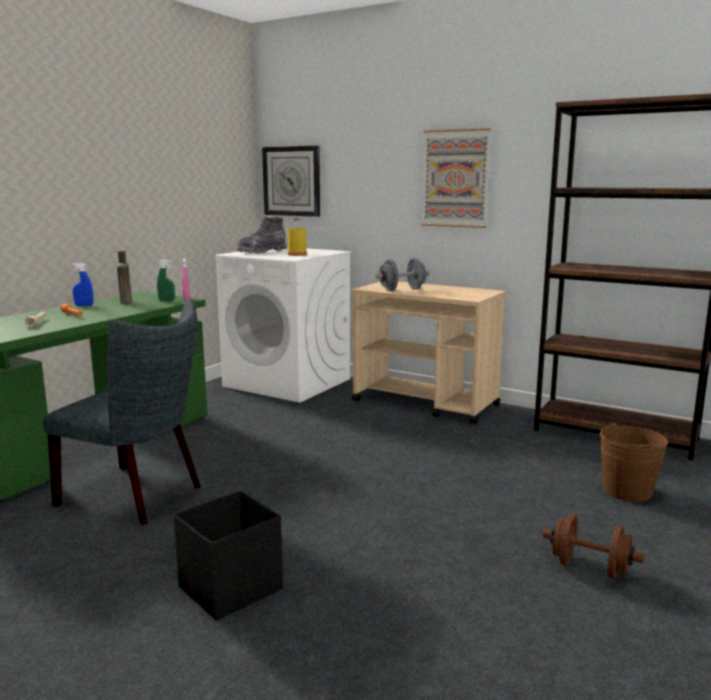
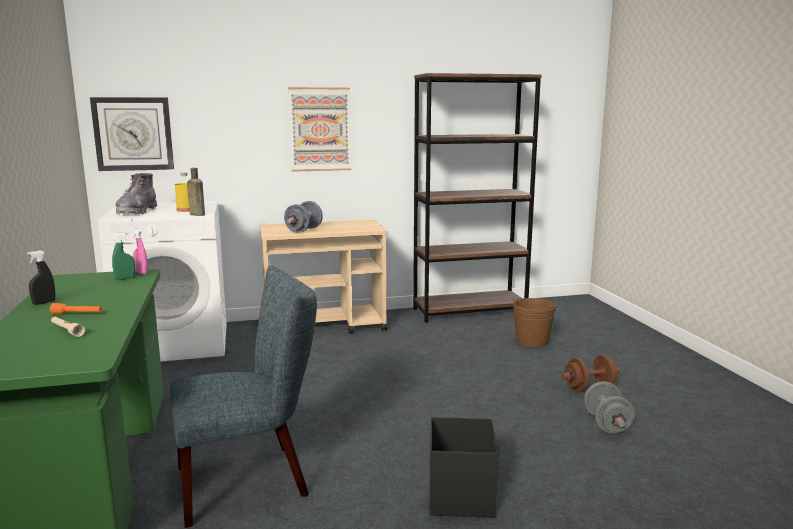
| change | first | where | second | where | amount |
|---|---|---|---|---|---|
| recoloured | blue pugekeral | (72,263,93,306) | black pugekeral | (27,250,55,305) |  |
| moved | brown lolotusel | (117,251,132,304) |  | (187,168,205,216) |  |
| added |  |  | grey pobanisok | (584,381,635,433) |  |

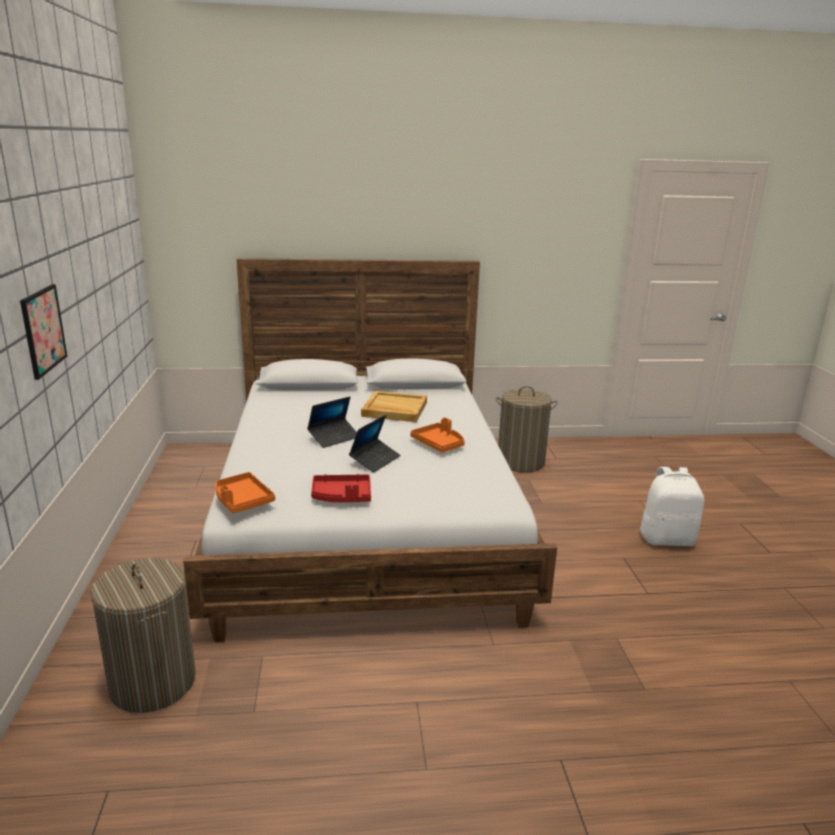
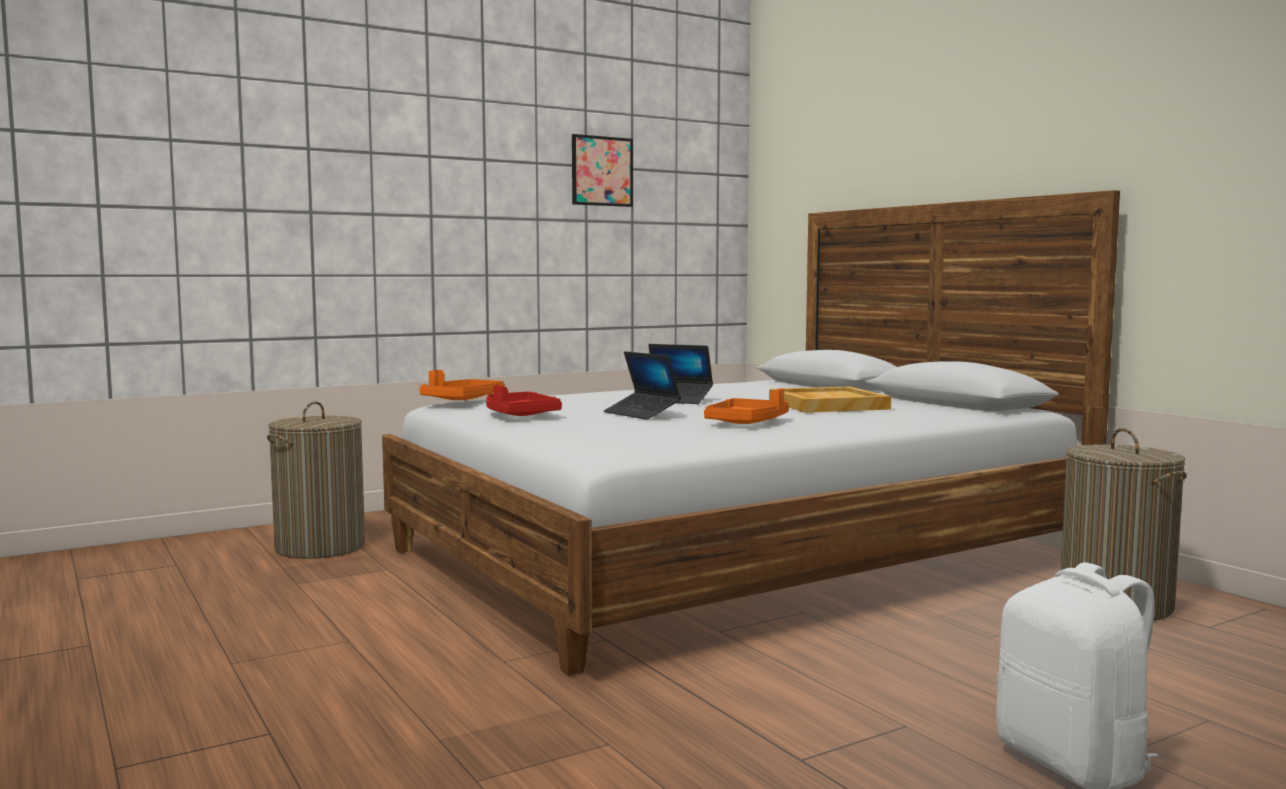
| change | first | where | second | where | amount |
|---|---|---|---|---|---|
| moved | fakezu | (20,284,67,380) |  | (572,134,633,207) |  |
| turned | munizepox | (349,415,400,473) |  | (604,351,681,420) | 45 degrees clockwise |

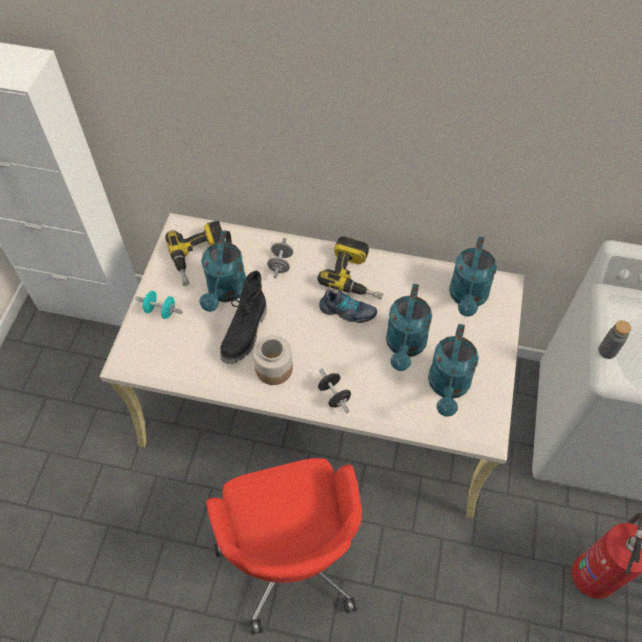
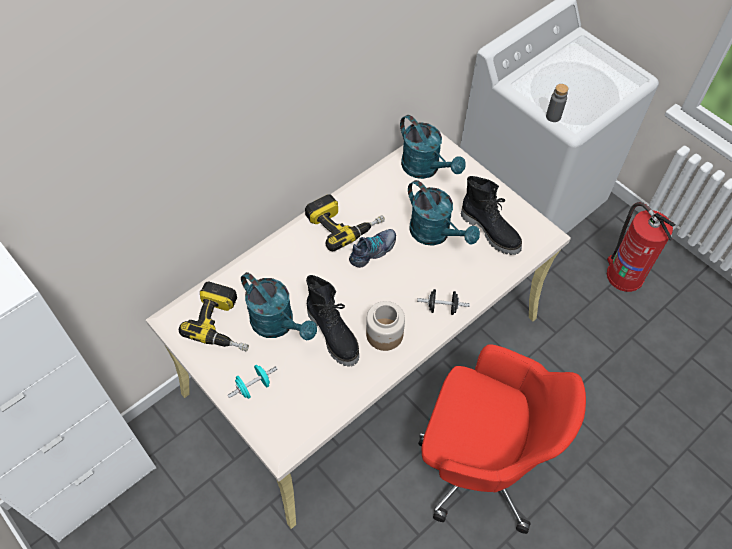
| change | first | where | second | where | amount |
|---|---|---|---|---|---|
| replaced | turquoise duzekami | (428,324,479,416) | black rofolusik | (461,176,522,255) |  |
| removed | grey pobanisok | (267,238,293,278) |  |  |  |

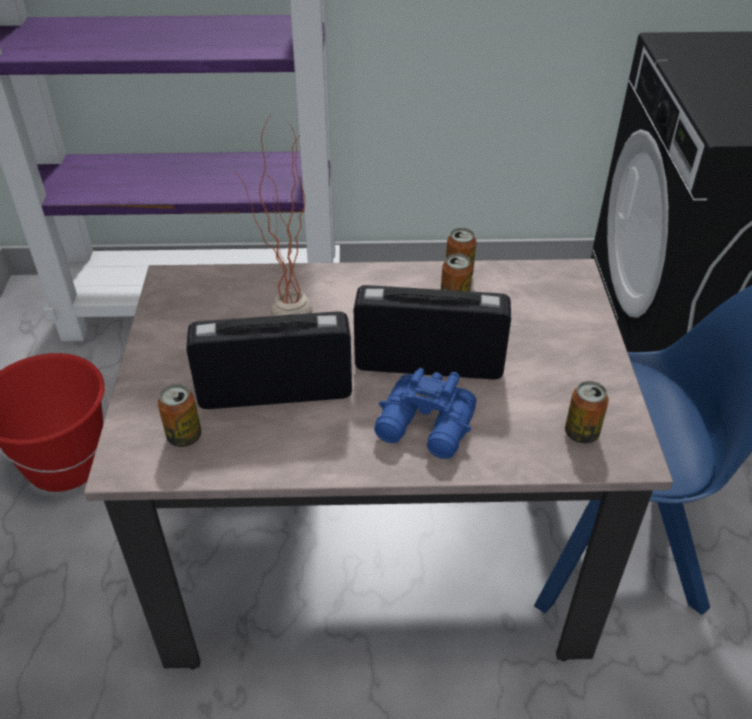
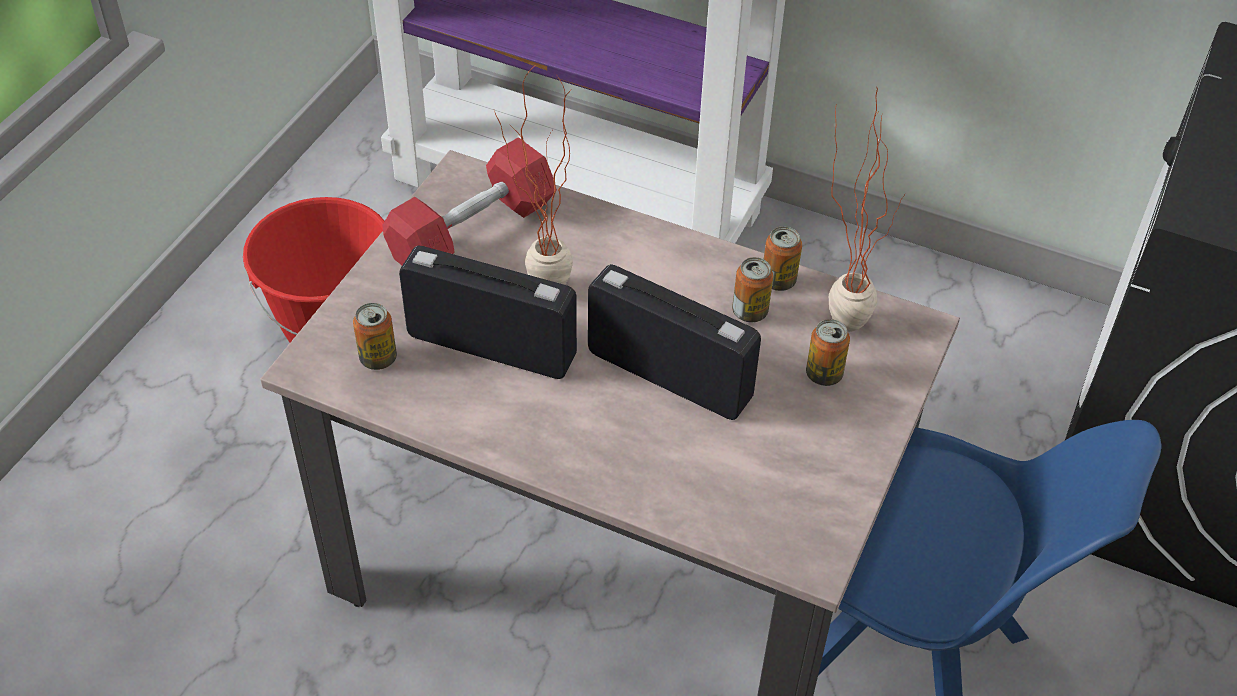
| change | first | where | second | where | amount |
|---|---|---|---|---|---|
| added |  |  | red pobanisok | (382,137,557,265) |  |
| moved | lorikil | (565,381,609,444) |  | (806,319,850,386) |  |
| added |  |  | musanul | (829,86,905,332) |  |
| removed | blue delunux | (374,368,476,459) |  |  |  |

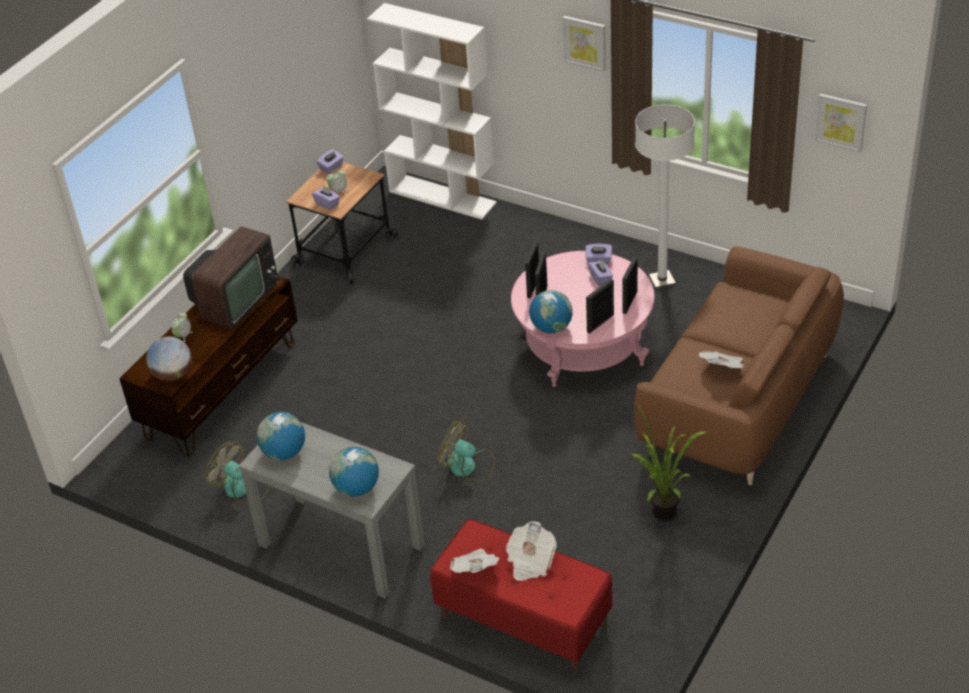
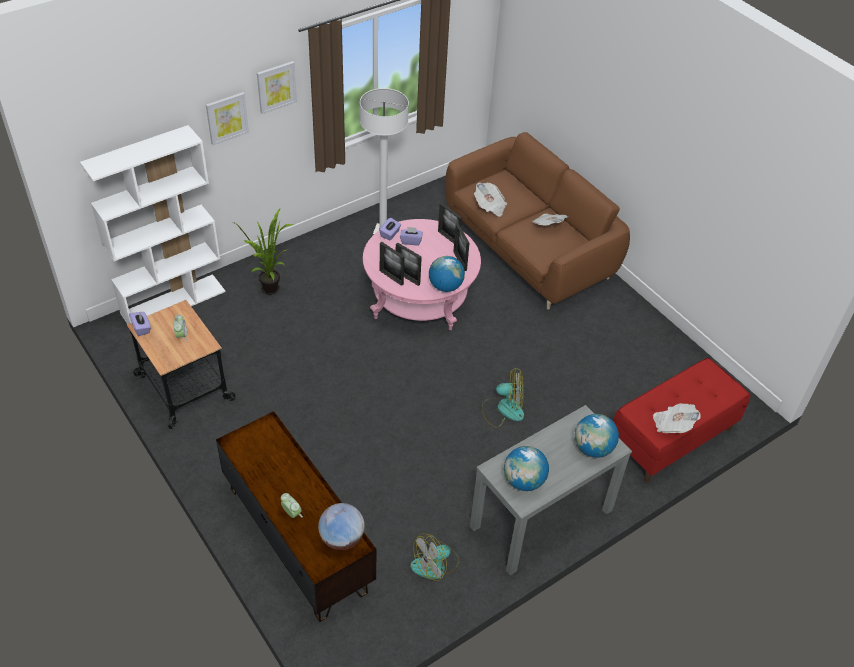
| change | first | where | second | where | amount |
|---|---|---|---|---|---|
| moved | fakezu | (815,93,867,153) |  | (206,92,249,145) |  |
| moved | musanul | (631,402,708,522) |  | (233,209,293,295) |  |
| moved | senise | (506,521,557,581) |  | (474,182,507,217) |  |
| turned | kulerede | (438,421,495,481) |  | (482,368,524,428) | 135 degrees counterclockwise |
| removed | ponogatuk | (183,226,279,329) |  |  |  |
| removed | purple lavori | (312,185,340,210) |  |  |  |

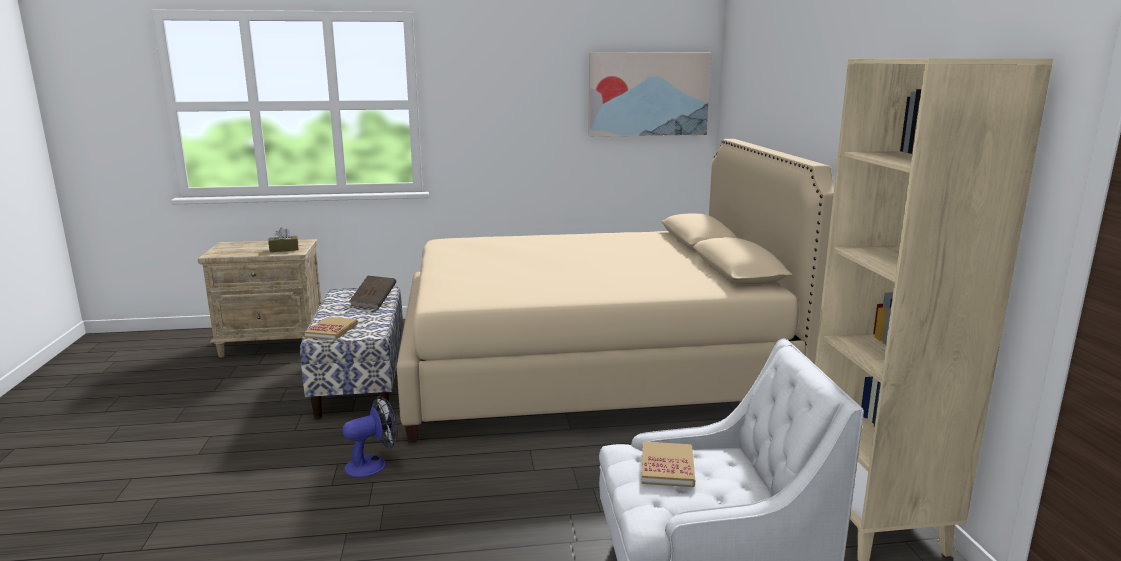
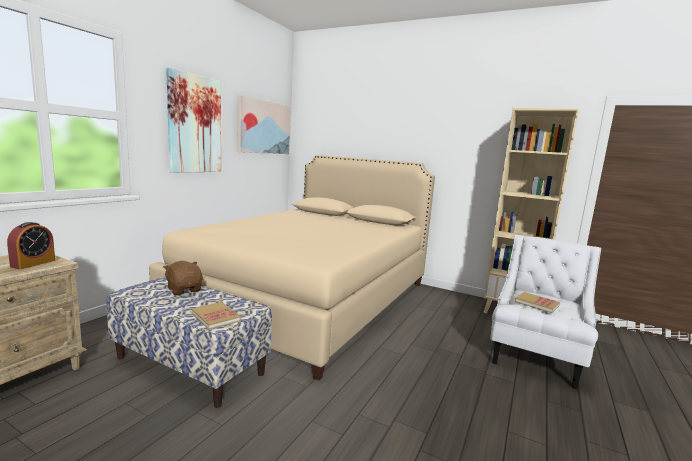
| change | first | where | second | where | amount |
|---|---|---|---|---|---|
| replaced | brown lavori | (268,227,298,252) | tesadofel | (7,222,55,269) |  |
| replaced | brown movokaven | (350,276,396,309) | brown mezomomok | (163,261,203,295) |  |
| added |  |  | fakezu | (166,68,221,173) |  |
| removed | kulerede | (343,396,398,477) |  |  |  |

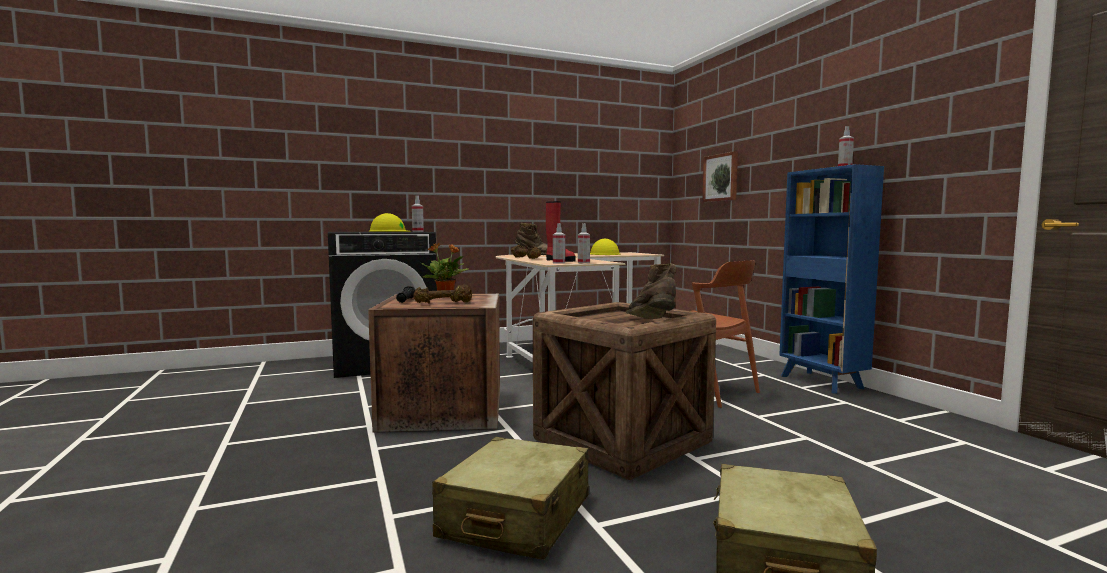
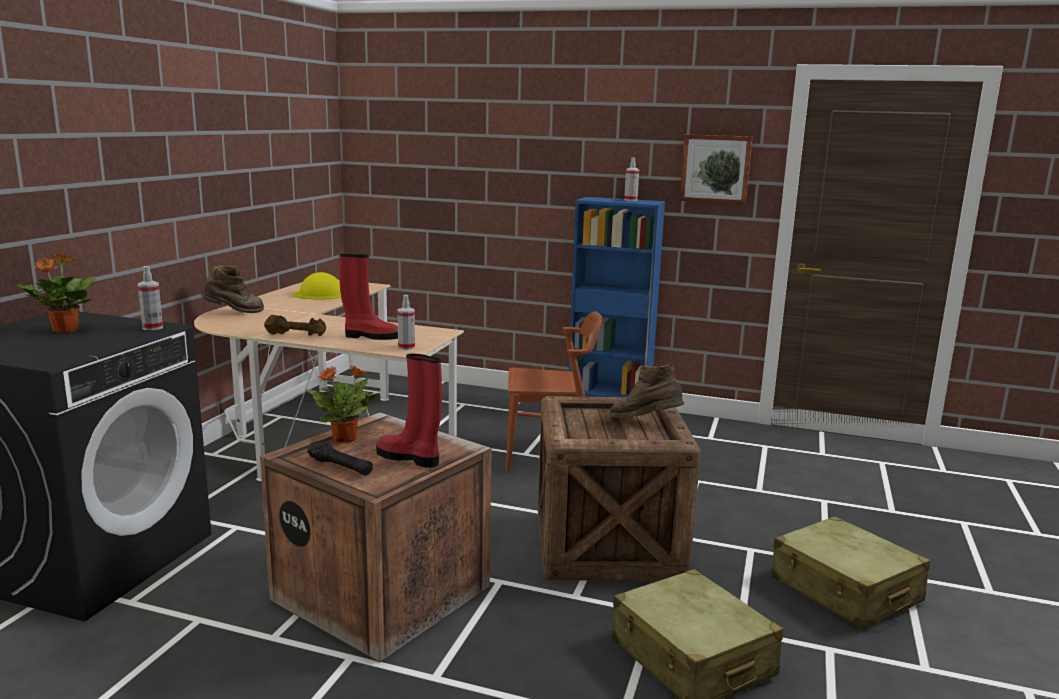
| change | first | where | second | where | amount |
|---|---|---|---|---|---|
| replaced | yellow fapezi | (368,213,411,232) | musanul | (16,253,96,333) |  |
| replaced | brown pobanisok | (413,285,472,304) | red rofolusik | (376,354,442,468) |  |
| moved | fakezu | (702,151,738,202) |  | (679,134,753,205) |  |
| removed | pugekeral | (578,223,590,263) |  |  |  |

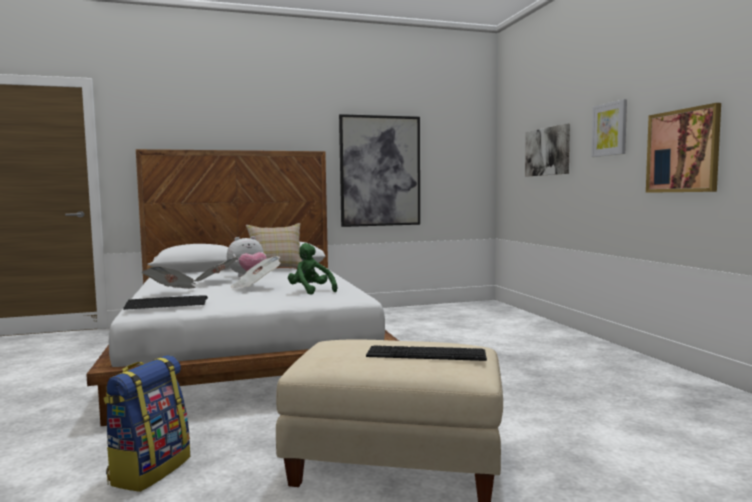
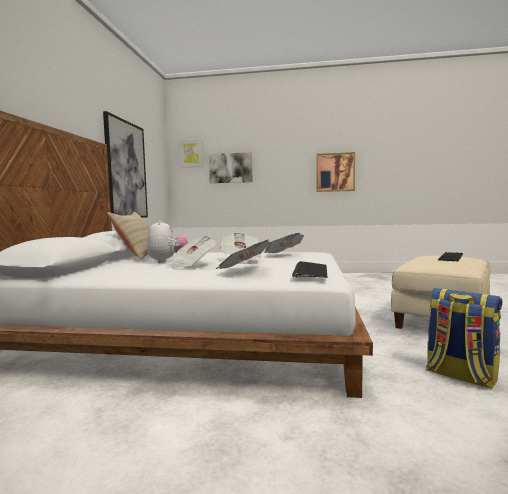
| change | first | where | second | where | amount |
|---|---|---|---|---|---|
| moved | fakezu | (591,99,627,157) |  | (179,139,203,168) |  |
| replaced | green mezomomok | (288,243,337,295) | senise | (264,233,304,253) |  |

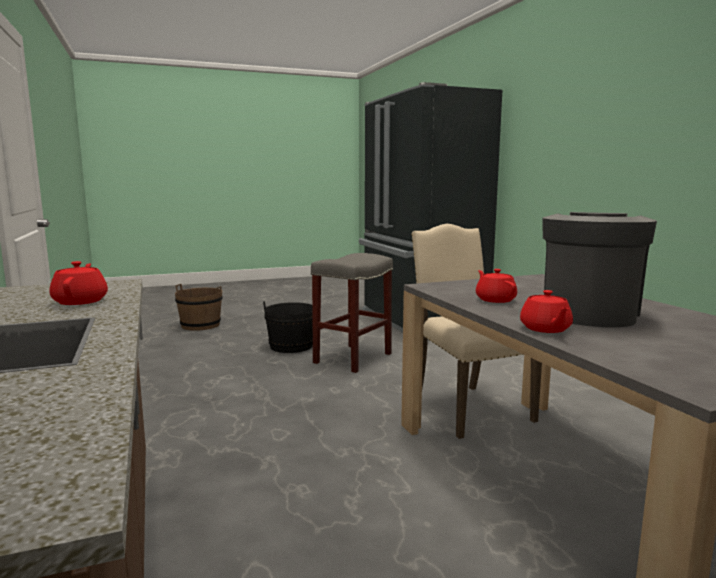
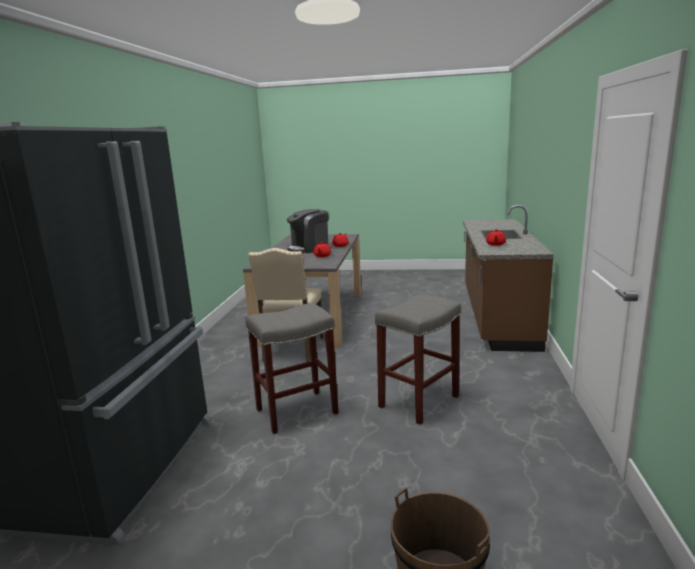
| change | first | where | second | where | amount |
|---|---|---|---|---|---|
| added |  |  | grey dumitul | (375,294,461,425) |  |
| removed | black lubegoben | (263,301,313,353) |  |  |  |

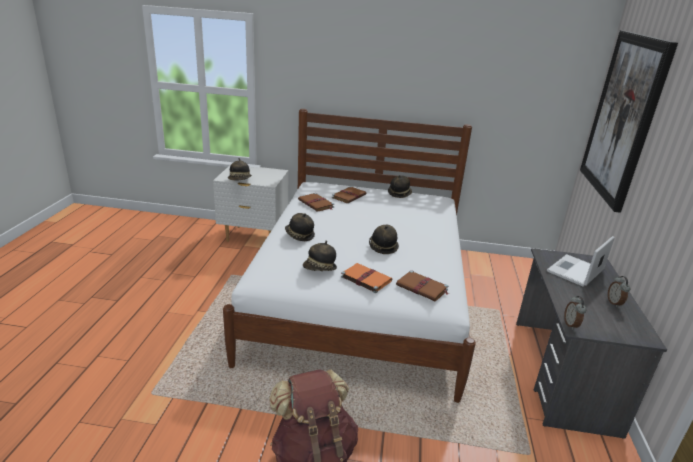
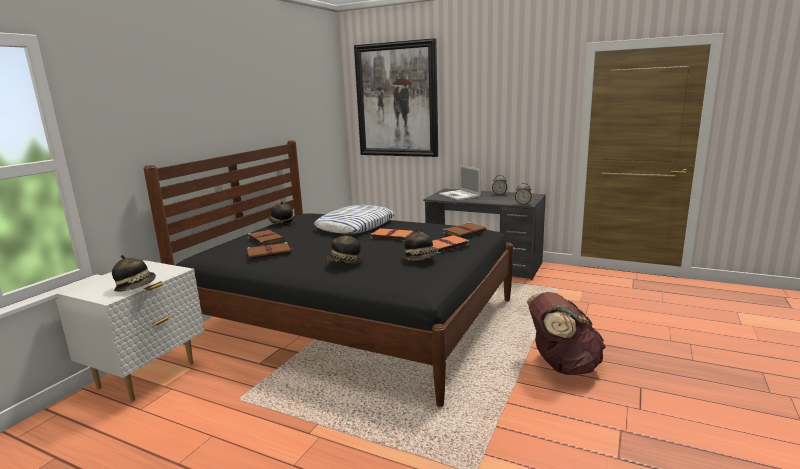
| change | first | where | second | where | amount |
|---|---|---|---|---|---|
| recoloured | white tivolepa | (223,109,476,403) | black tivolepa | (143,140,513,407) |  |
| added |  |  | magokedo | (314,205,395,234) |  |
| replaced | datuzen | (369,225,399,254) | orange movokaven | (370,228,414,242) |  |

